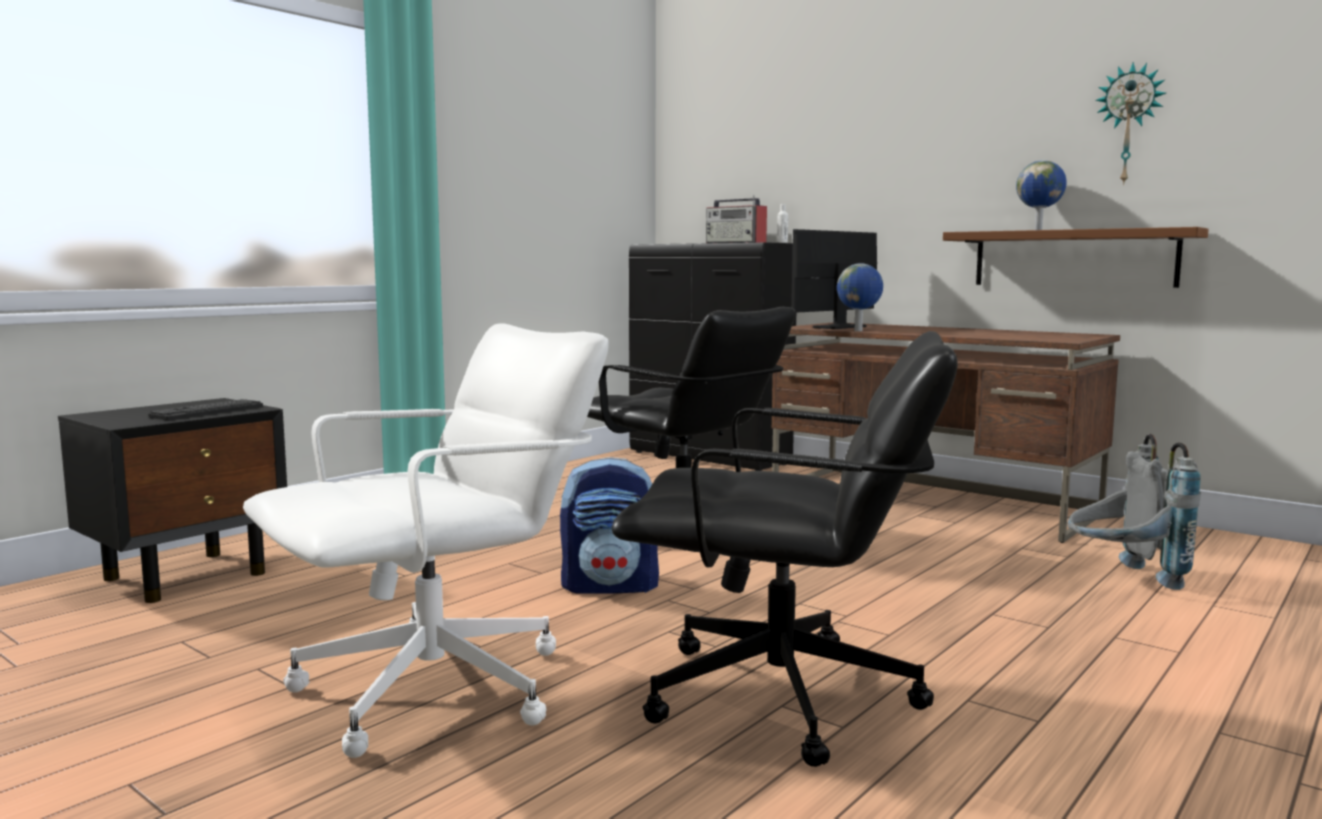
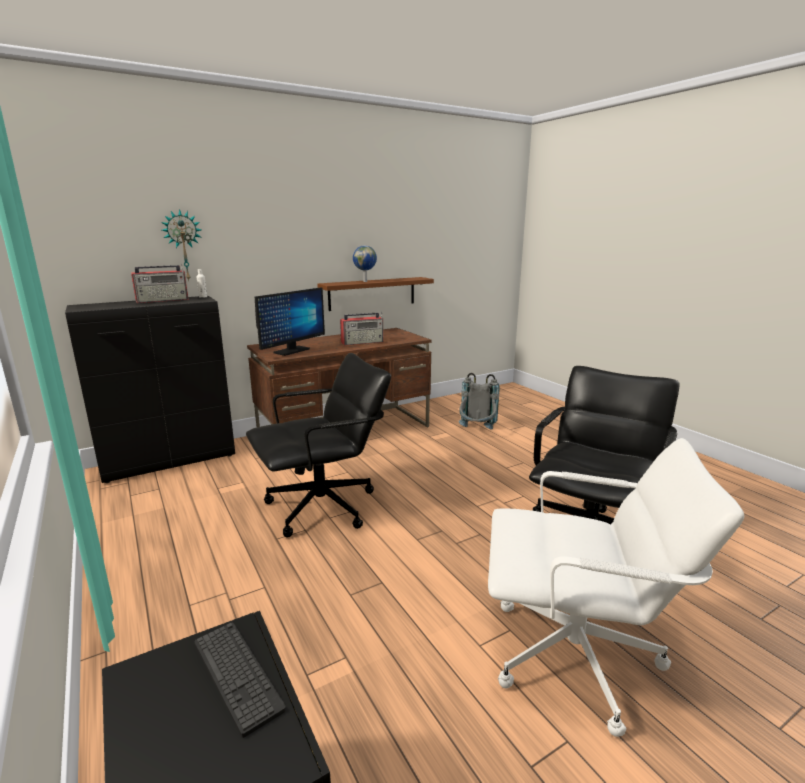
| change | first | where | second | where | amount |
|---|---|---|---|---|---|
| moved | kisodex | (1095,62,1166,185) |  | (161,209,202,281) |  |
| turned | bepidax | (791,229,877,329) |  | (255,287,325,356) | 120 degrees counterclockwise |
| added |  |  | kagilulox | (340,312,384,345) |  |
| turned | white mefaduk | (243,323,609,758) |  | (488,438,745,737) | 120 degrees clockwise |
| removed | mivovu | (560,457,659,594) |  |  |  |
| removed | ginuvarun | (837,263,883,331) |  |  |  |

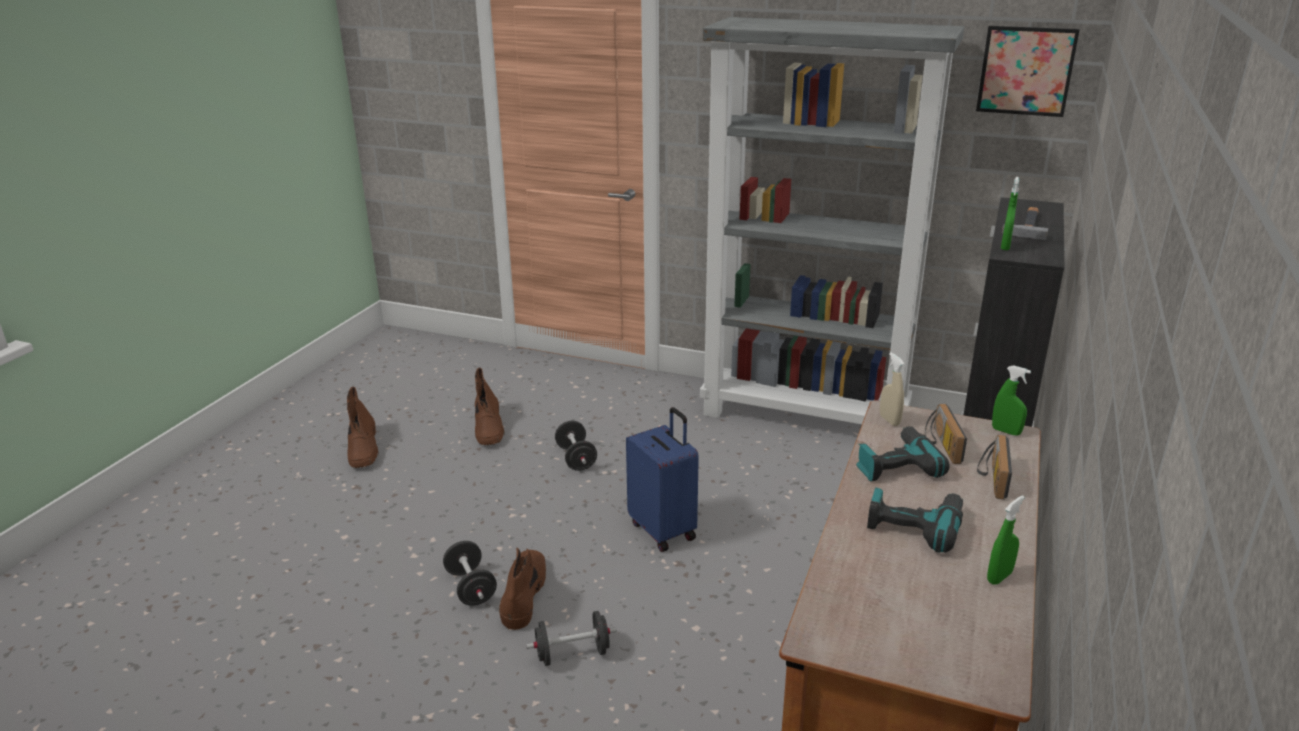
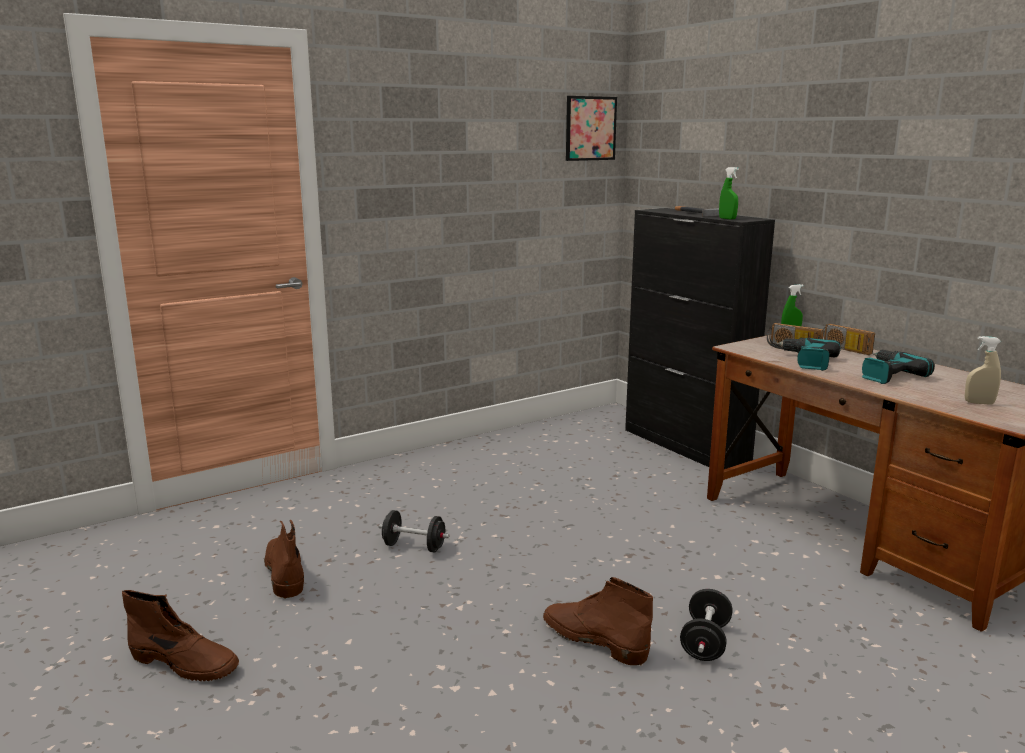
| change | first | where | second | where | amount |
|---|---|---|---|---|---|
| turned | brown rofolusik | (475,368,504,445) |  | (264,520,304,599) | 135 degrees counterclockwise |
| moved | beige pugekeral | (880,352,904,426) |  | (965,336,1002,405) |  |
| removed | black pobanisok | (443,541,497,606) |  |  |  |
| removed | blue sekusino | (626,407,699,552) |  |  |  |
| removed | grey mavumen | (700,17,964,424) |  |  |  |
| removed | green pugekeral | (987,495,1025,585) |  |  |  |

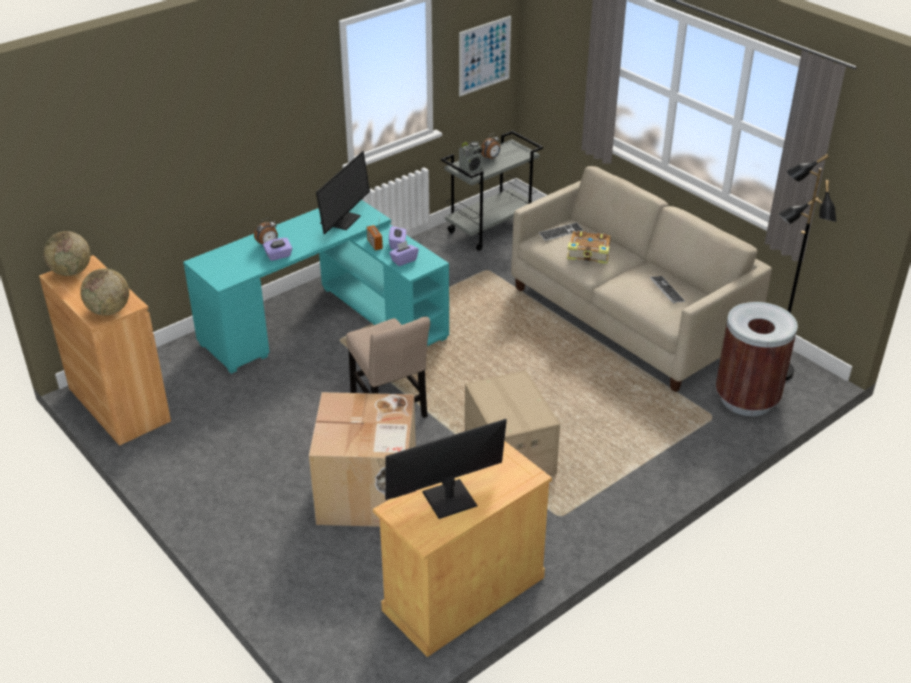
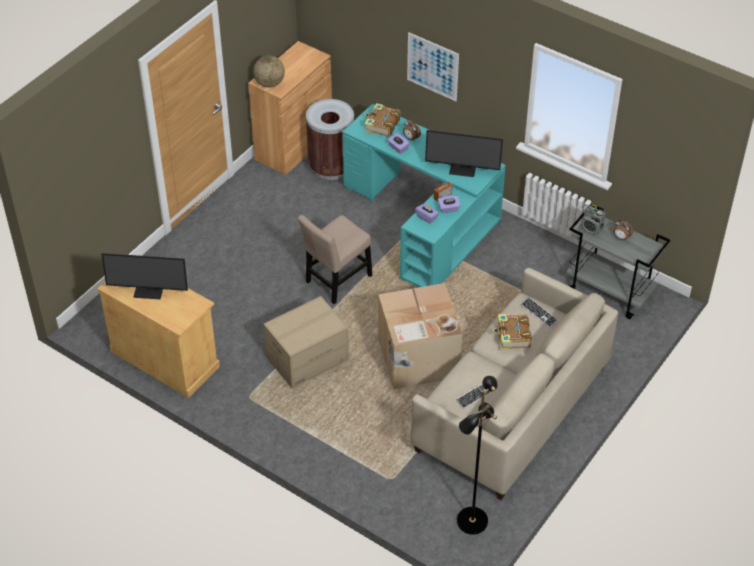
| change | first | where | second | where | amount |
|---|---|---|---|---|---|
| turned | bepidax | (385,419,507,519) |  | (101,253,188,299) | 135 degrees clockwise |
| moved | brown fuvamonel | (716,302,798,416) |  | (306,99,354,180) |  |
| added |  |  | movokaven | (364,103,401,137) |  |
| moved | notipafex | (309,392,416,527) |  | (378,283,462,389) |  |
| moved | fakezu | (459,16,511,96) |  | (407,32,459,101) |  |
| removed | ginuvarun | (43,231,91,276) |  |  |  |

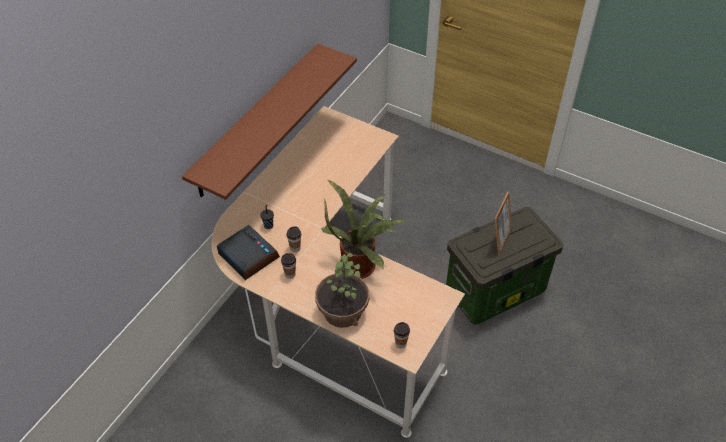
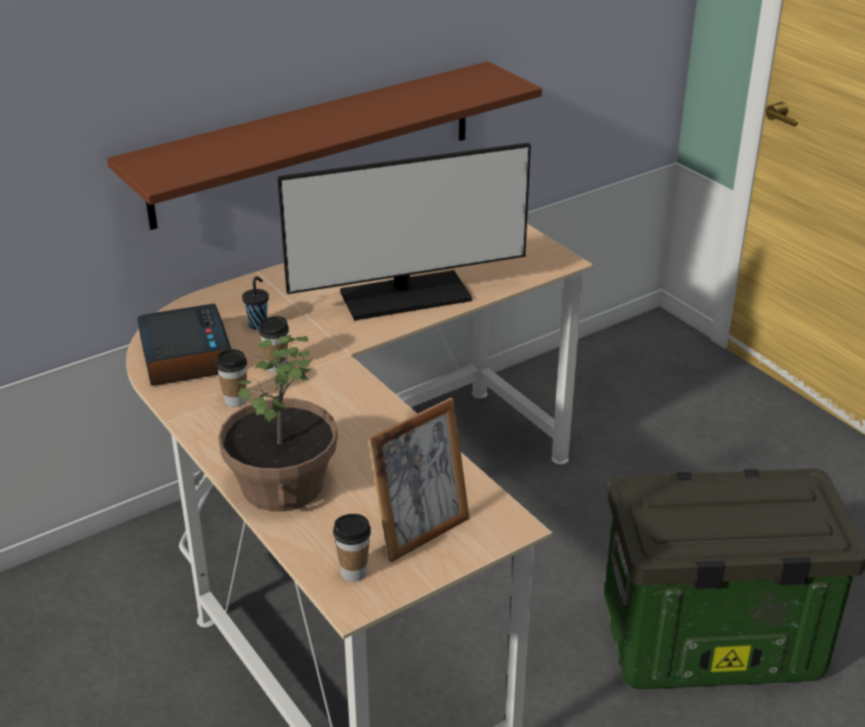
| change | first | where | second | where | amount |
|---|---|---|---|---|---|
| added |  |  | bepidax | (277,143,531,321) |  |
| moved | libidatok | (495,192,512,256) |  | (368,398,470,562) |  |
| removed | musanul | (321,179,405,279) |  |  |  |

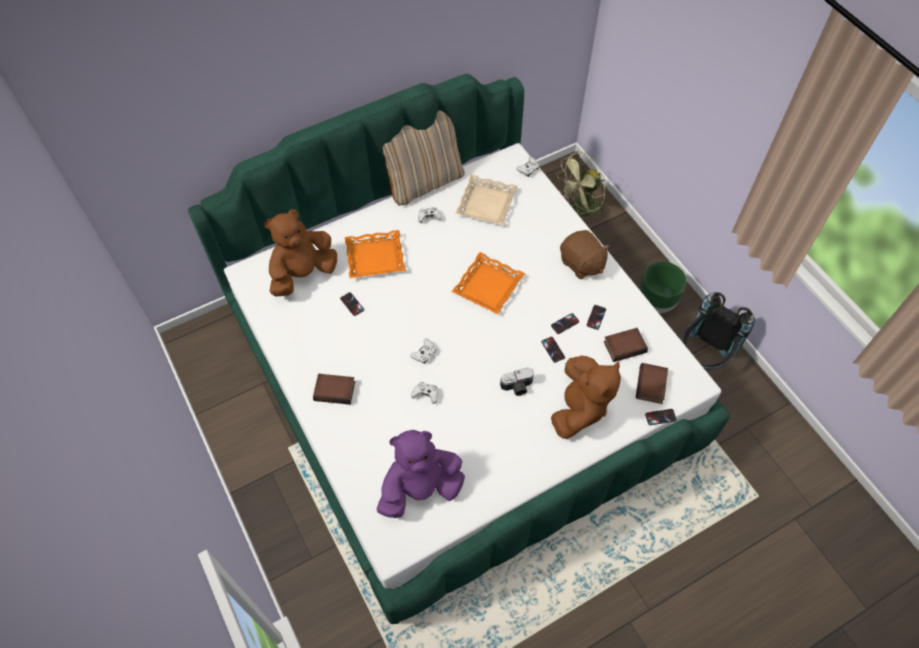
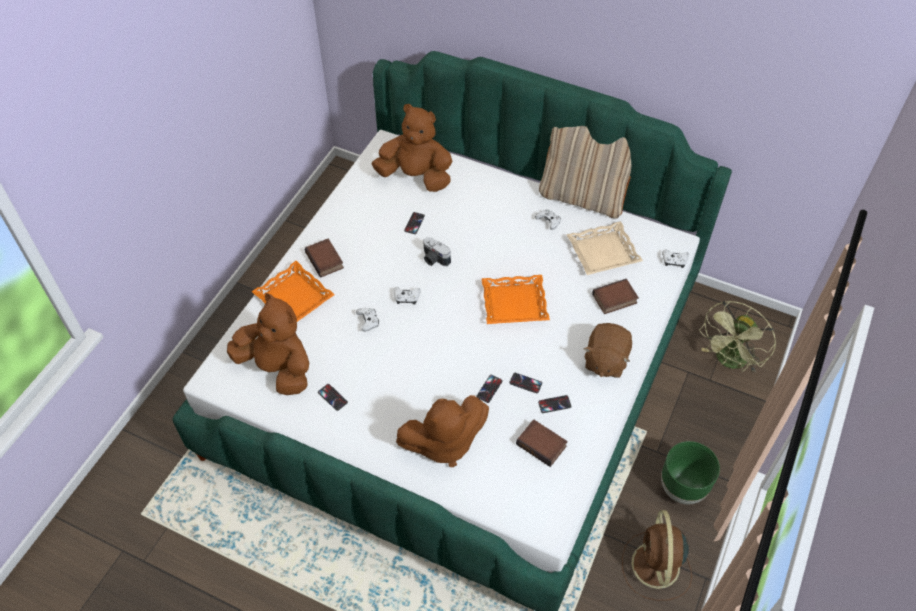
| change | first | where | second | where | amount |
|---|---|---|---|---|---|
| recoloured | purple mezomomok | (377,430,465,518) | brown mezomomok | (227,293,309,395) |  |
| moved | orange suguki | (345,230,406,278) |  | (252,261,335,322) |  |
| moved | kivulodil | (645,409,677,425) |  | (318,384,348,411) |  |
| moved | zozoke | (500,368,534,396) |  | (423,237,451,266) |  |
| moved | movokaven | (636,363,668,404) |  | (592,279,639,314) |  |
| replaced | black mivovu | (682,292,755,370) | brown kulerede | (622,510,692,601) |  |
| turned | green kulerede | (557,151,607,222) |  | (699,301,776,373) | 75 degrees counterclockwise |

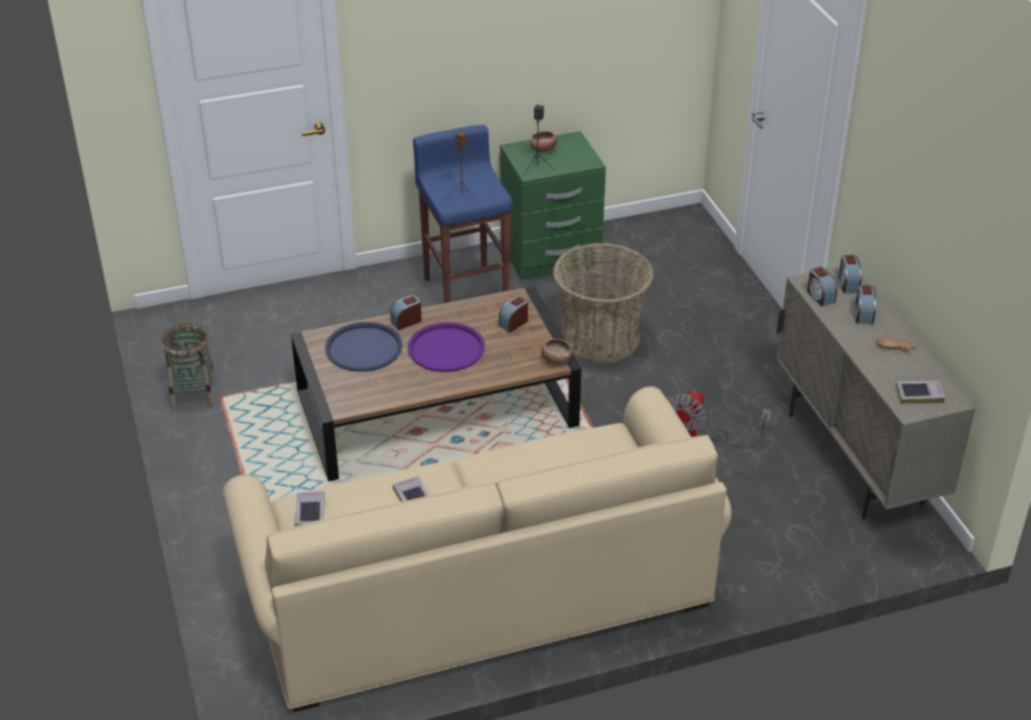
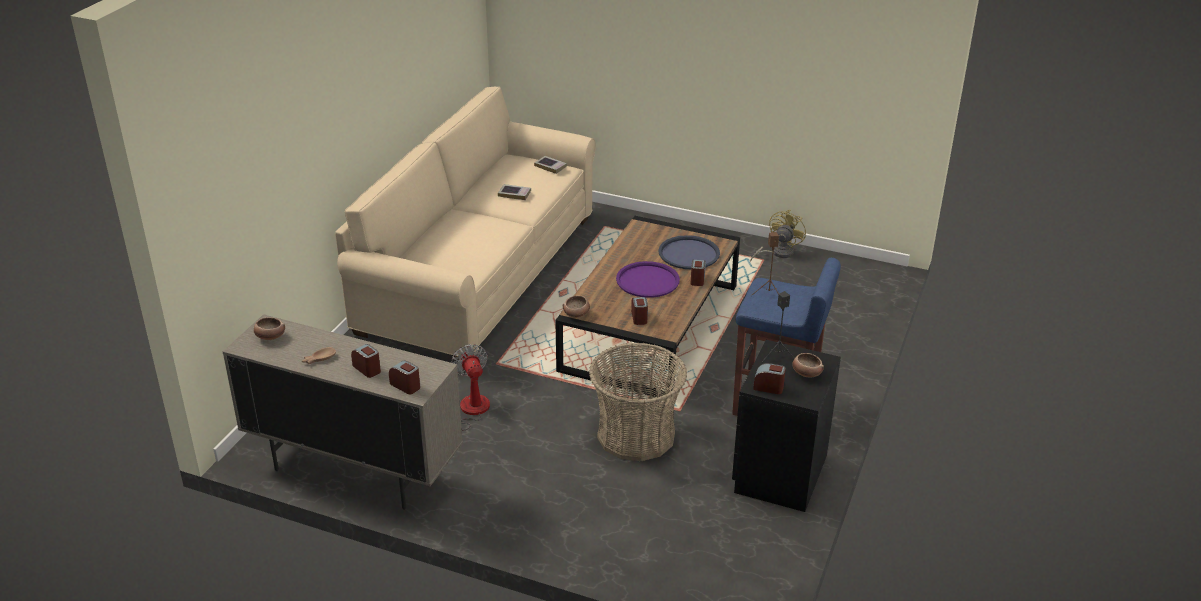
| change | first | where | second | where | amount |
|---|---|---|---|---|---|
| replaced | movokaven | (896,381,945,404) | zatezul | (254,317,285,340) |  |
| recoloured | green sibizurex | (500,131,606,280) | black sibizurex | (732,340,841,512) |  |
| replaced | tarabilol | (161,323,217,409) | yellow kulerede | (750,210,806,262) |  |
| moved | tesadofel | (807,267,837,306) |  | (753,363,786,394) |  |

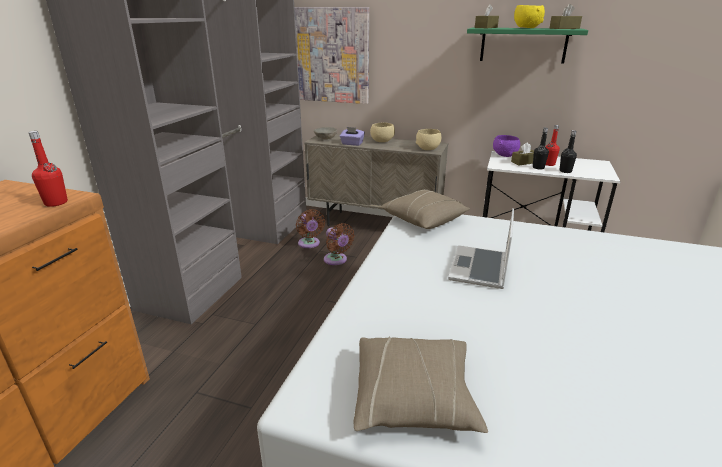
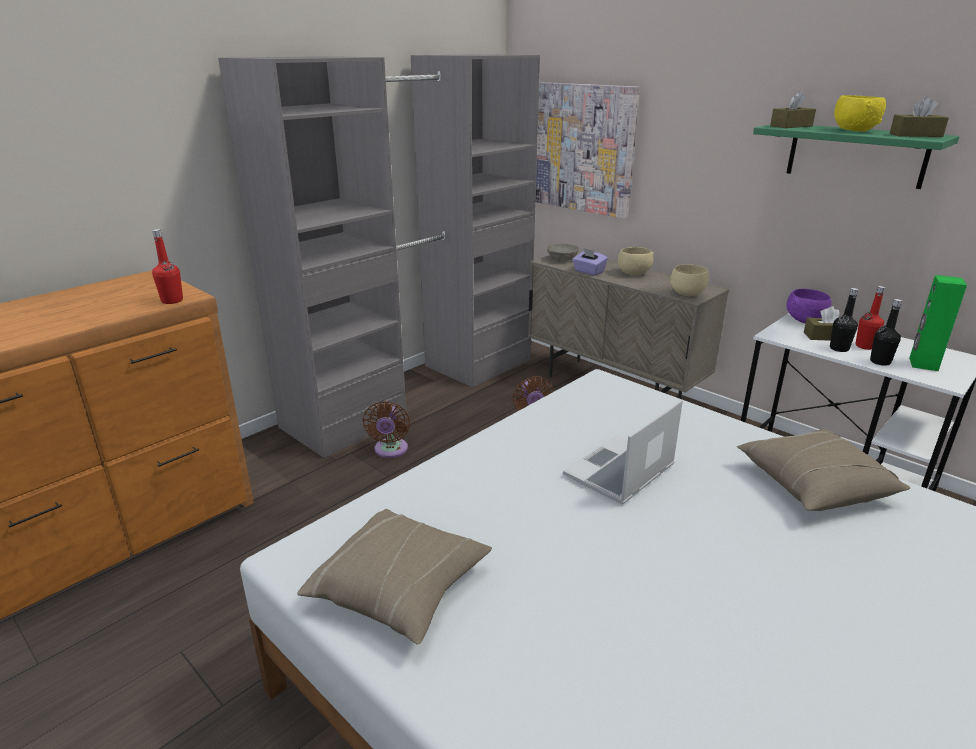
| change | first | where | second | where | amount |
|---|---|---|---|---|---|
| moved | brown kulerede | (296,209,325,248) |  | (363,401,410,458) |  |
| moved | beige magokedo | (380,190,470,229) |  | (737,429,910,511) |  |
| added |  |  | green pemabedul | (909,275,967,371) |  |

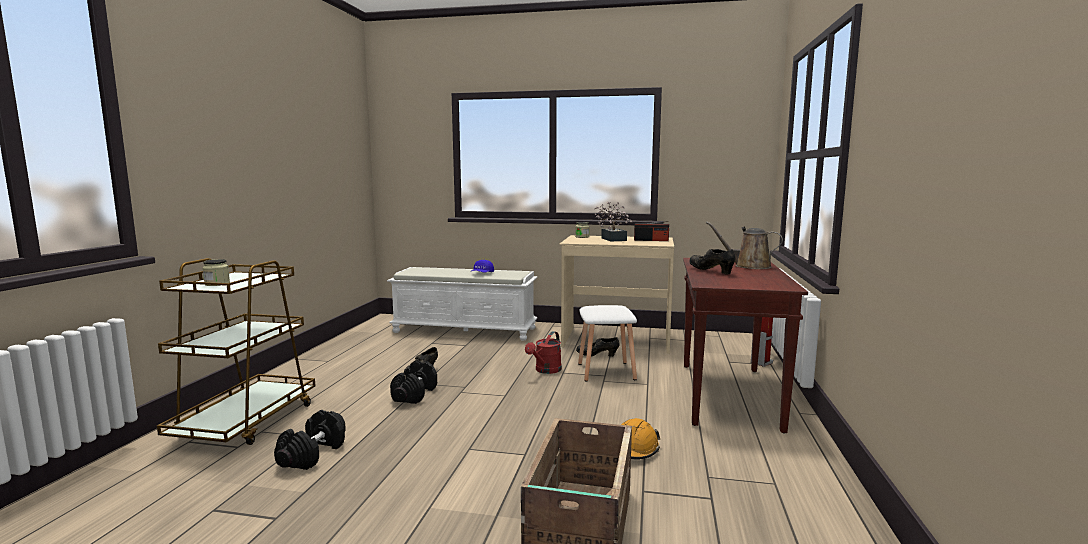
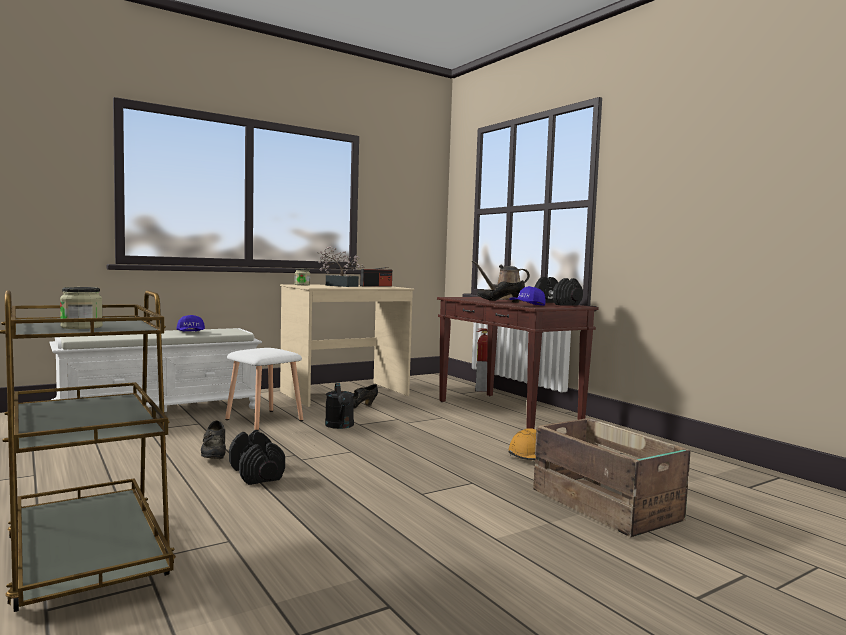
| change | first | where | second | where | amount |
|---|---|---|---|---|---|
| moved | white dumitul | (578,305,637,382) |  | (225,348,303,431) |  |
| recoloured | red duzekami | (525,331,562,374) | black duzekami | (325,383,354,429) |  |
| added |  |  | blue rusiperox | (510,286,546,306) |  |
| moved | black pobanisok | (274,410,346,470) |  | (534,277,583,306) |  |

